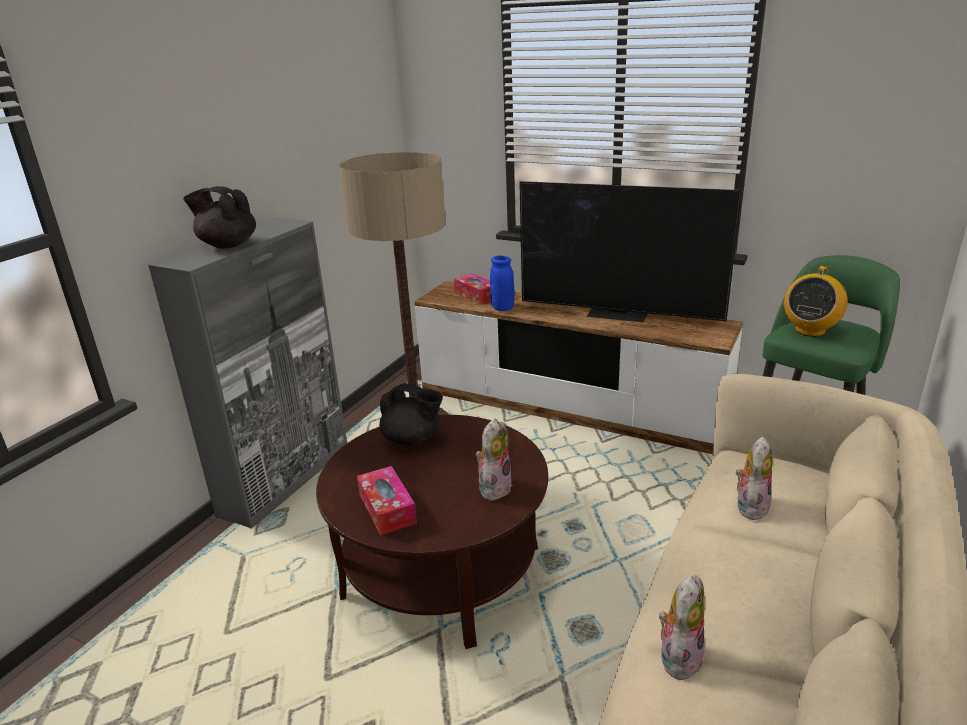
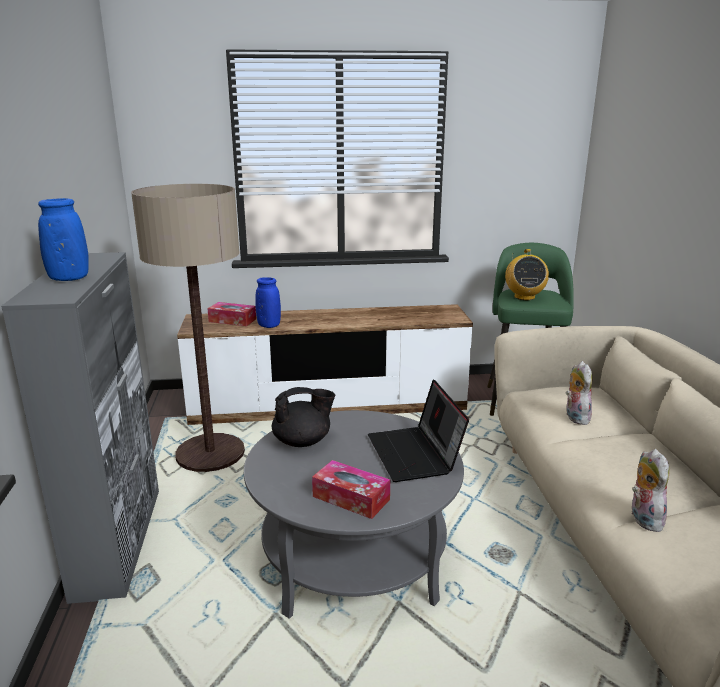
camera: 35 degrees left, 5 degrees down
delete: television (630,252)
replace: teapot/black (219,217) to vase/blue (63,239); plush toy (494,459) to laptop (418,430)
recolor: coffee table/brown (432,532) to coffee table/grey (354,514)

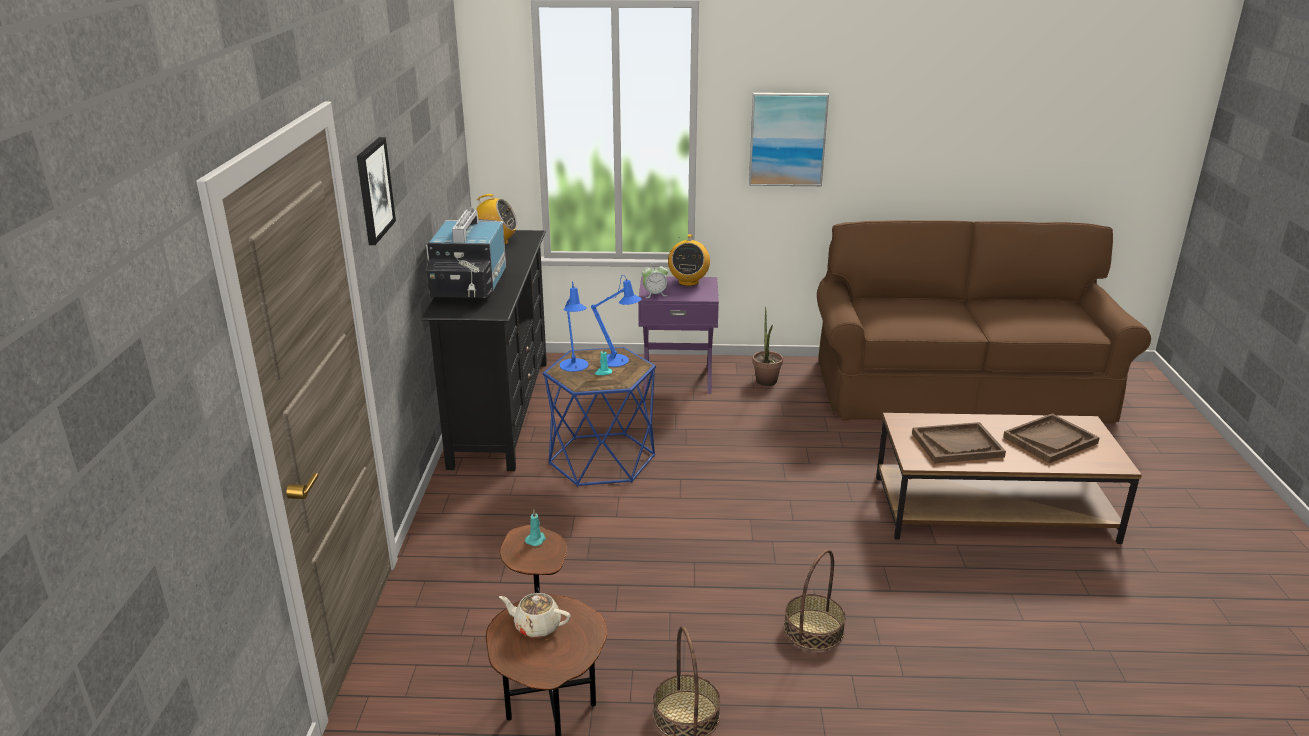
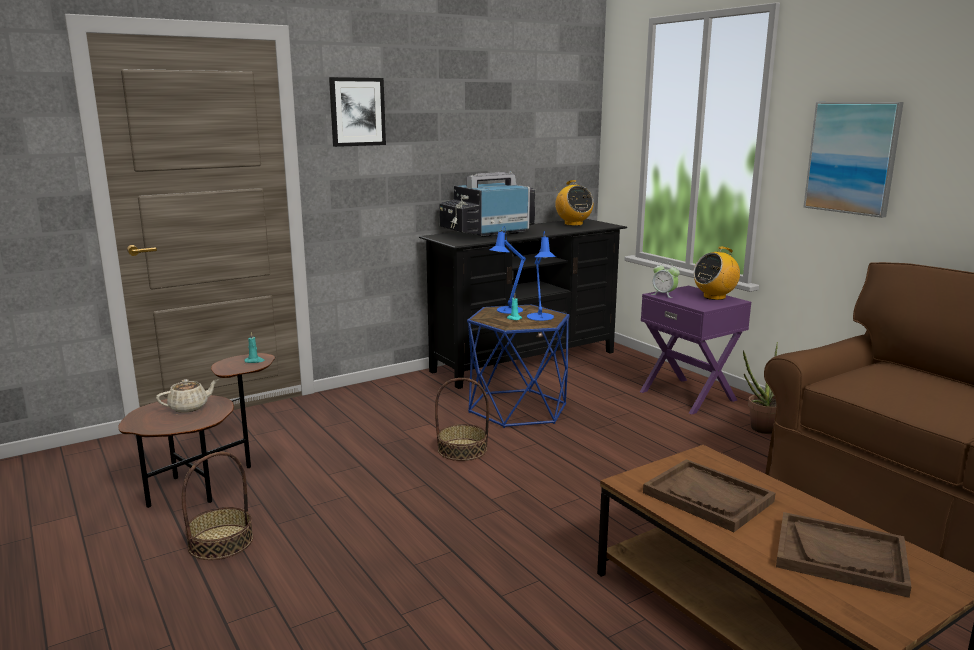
camera: 55 degrees right, 10 degrees down
move: basket (815,600) to (462,419)
rotate: teapot/beige (535,615) = (187,396) 75 degrees clockwise

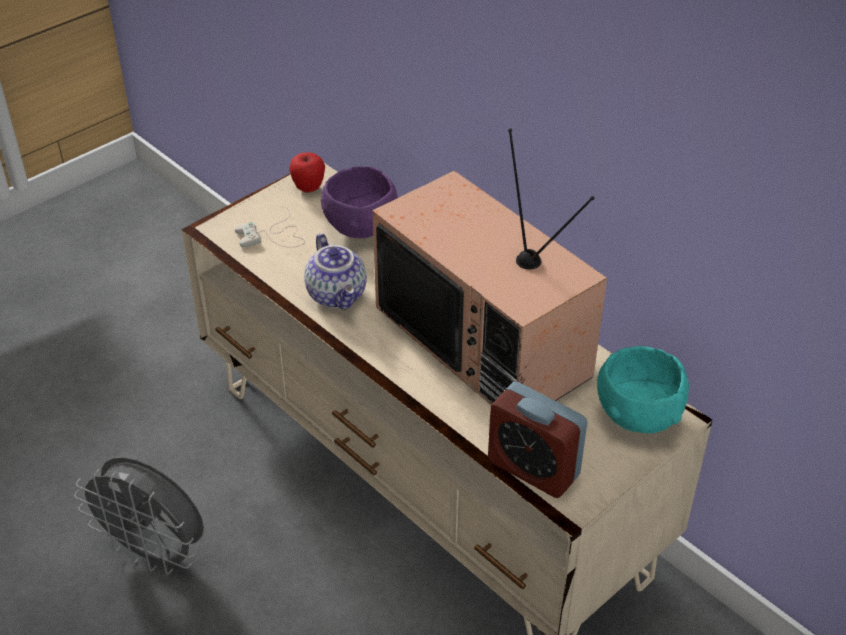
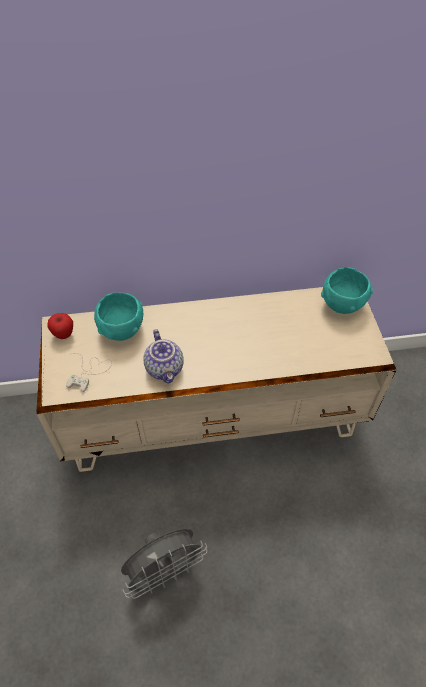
camera: 55 degrees left, 10 degrees up
delete: television (490,266); alarm clock (537,440)
recolor: bowl/purple (359,202) to bowl/turquoise (118,317)
rotate: teapot (335,271) = (163,356) 60 degrees clockwise

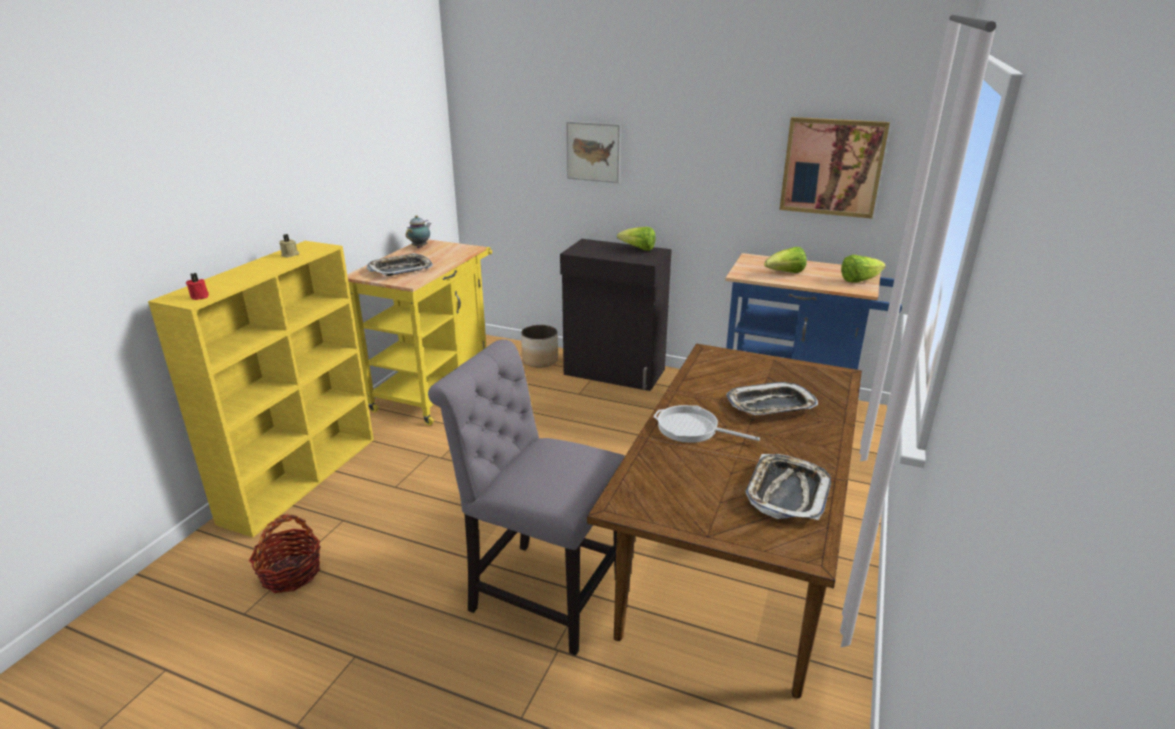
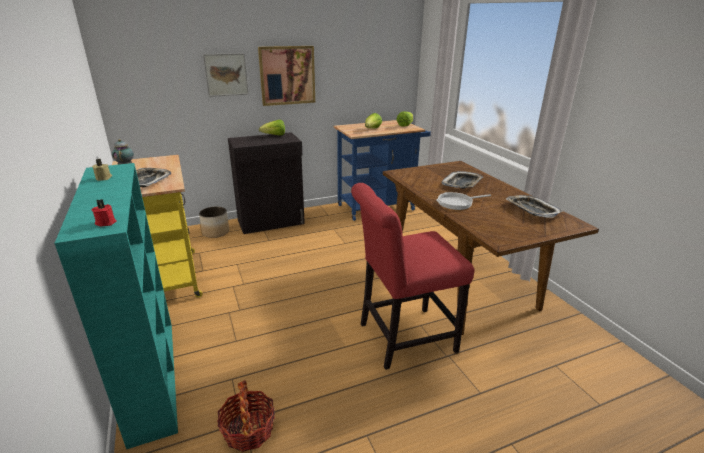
camera: 45 degrees left, 0 degrees up
move: picture (834,168) to (286,76)
recolor: bookcase/yellow (261,389) to bookcase/turquoise (116,306); chair/grey (526,497) to chair/red (413,276)

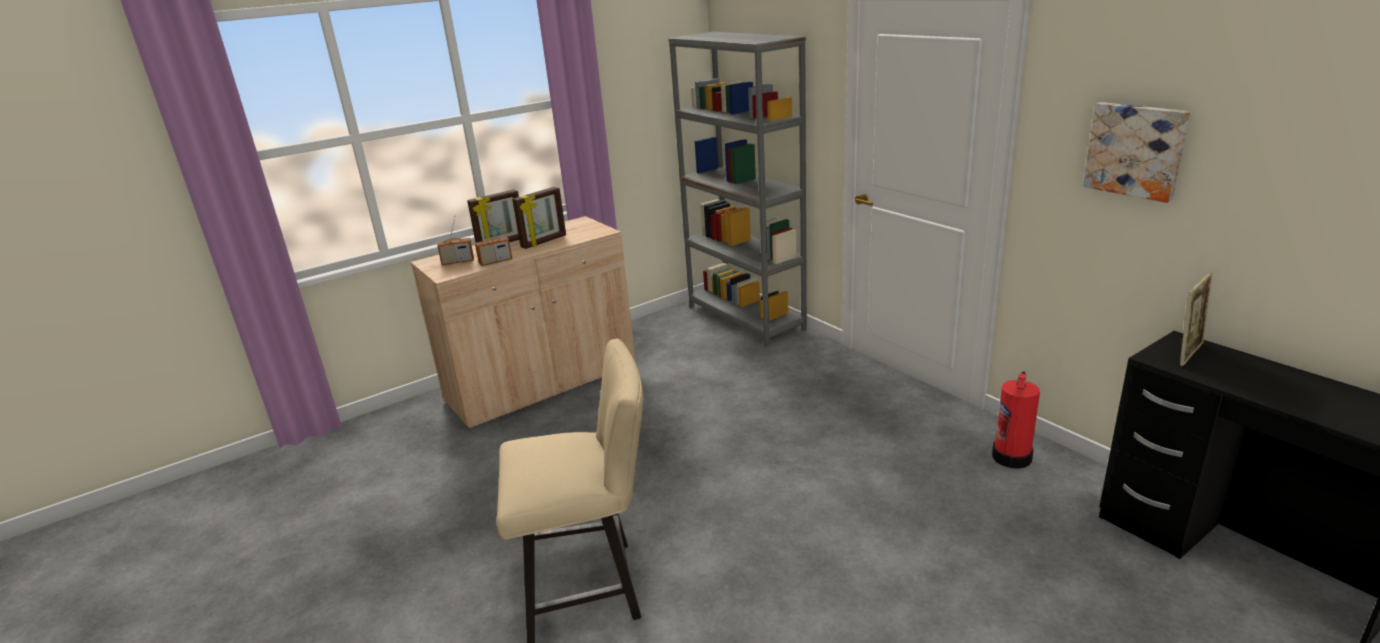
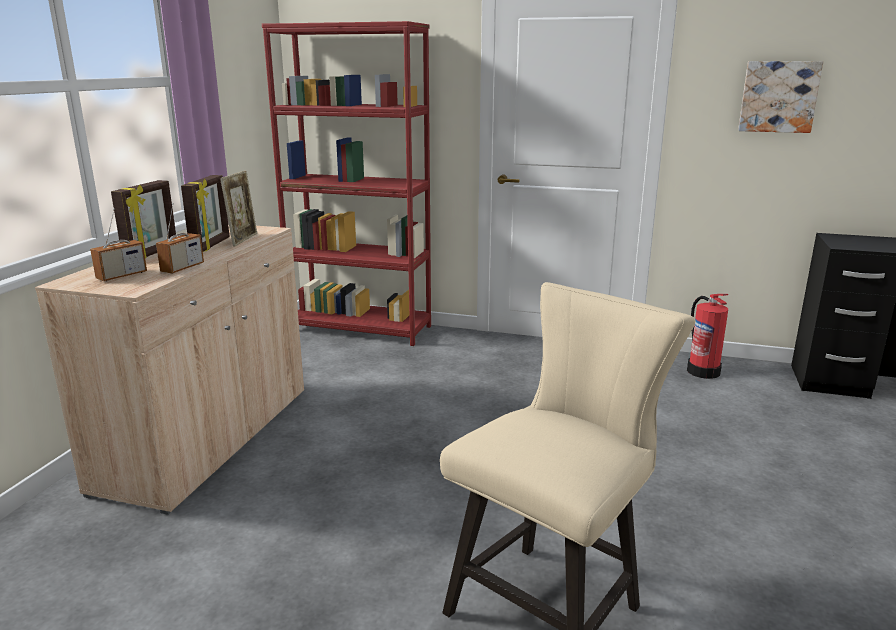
camera: 40 degrees left, 5 degrees down
move: picture frame (1196,319) to (238,209)
recolor: bookcase/grey (737,189) to bookcase/red (346,183)

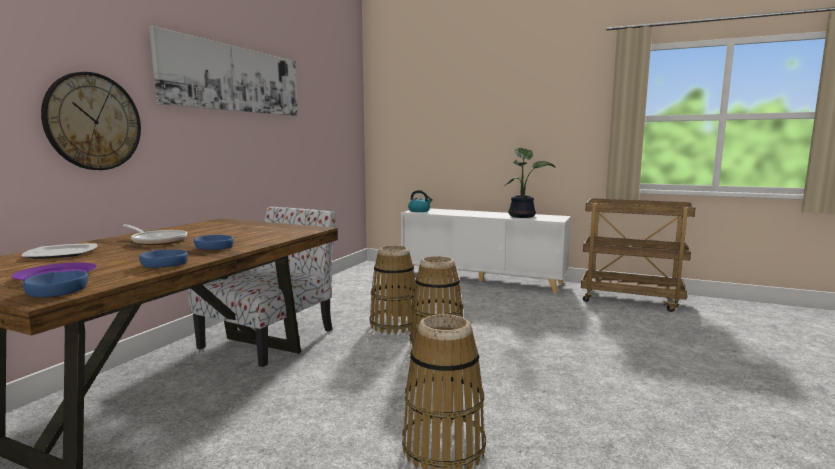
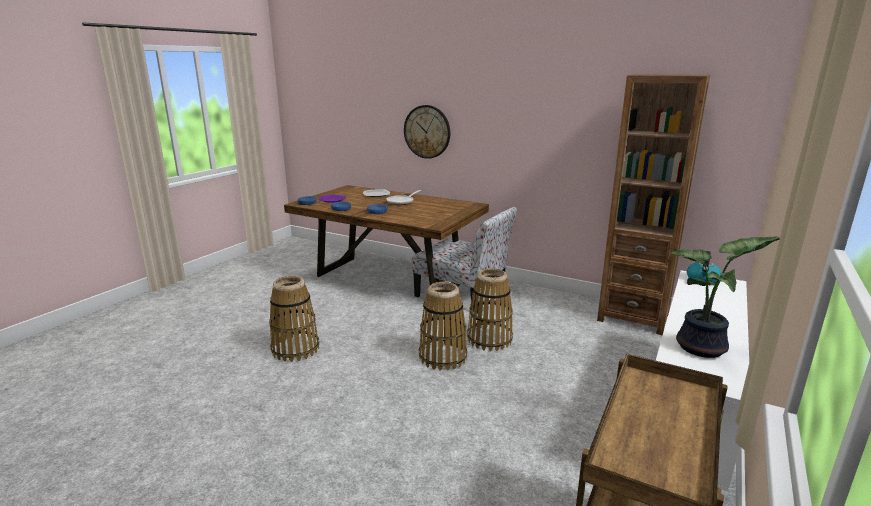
camera: 95 degrees right, 10 degrees up
delete: picture (223,71)
insert: bookcase/brown (653,204)

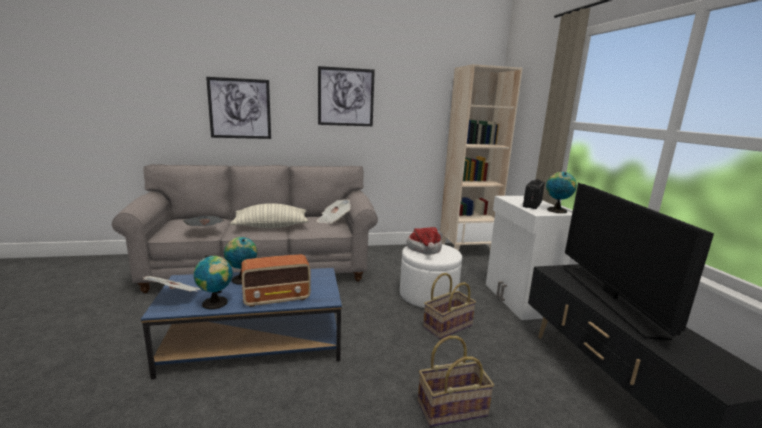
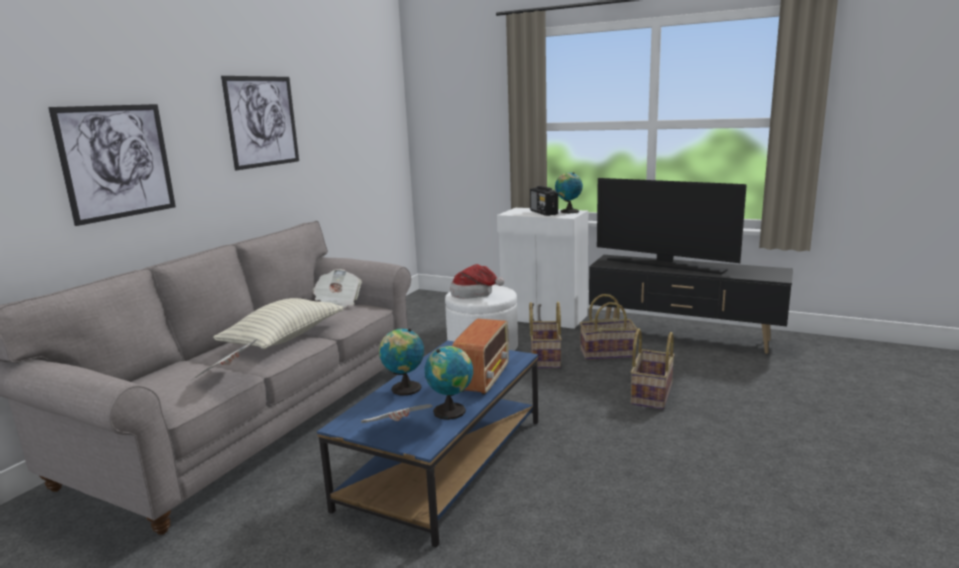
camera: 50 degrees left, 0 degrees up
delete: bookcase/beige (481,157)
insert: basket (609,327)

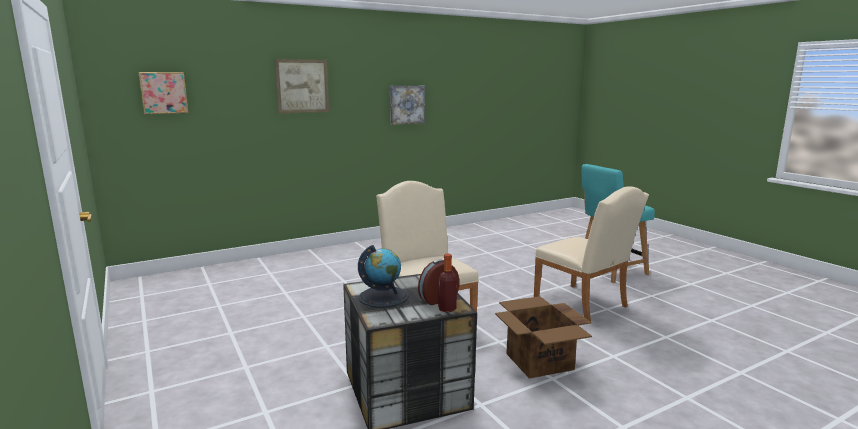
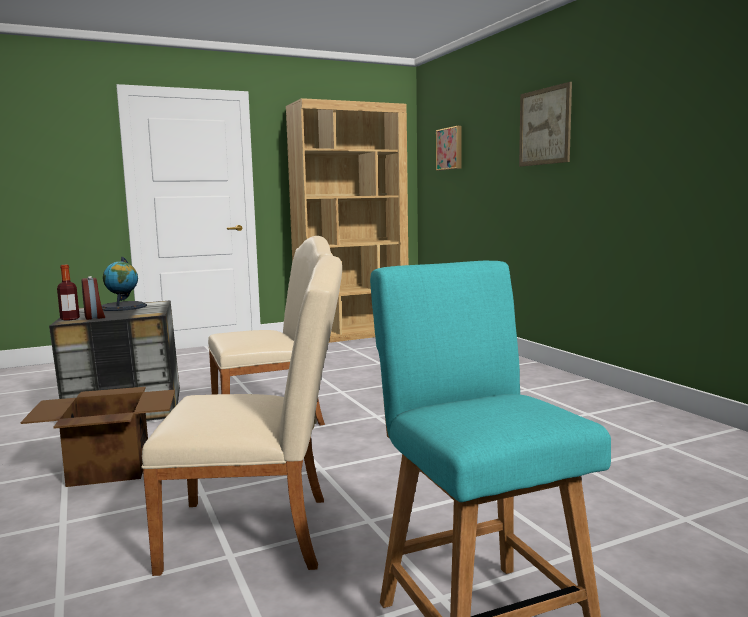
camera: 95 degrees right, 5 degrees down
delete: picture (407,105)
insert: bookcase/brown (347,220)
rotate: chair/beige (591,254) = (241,416) 150 degrees counterclockwise

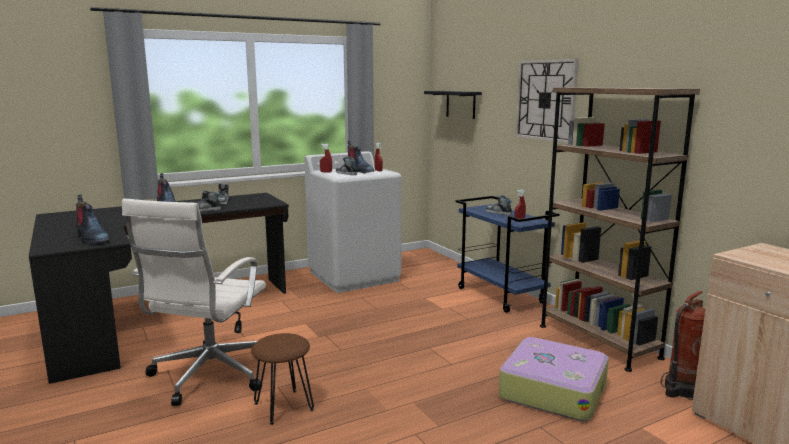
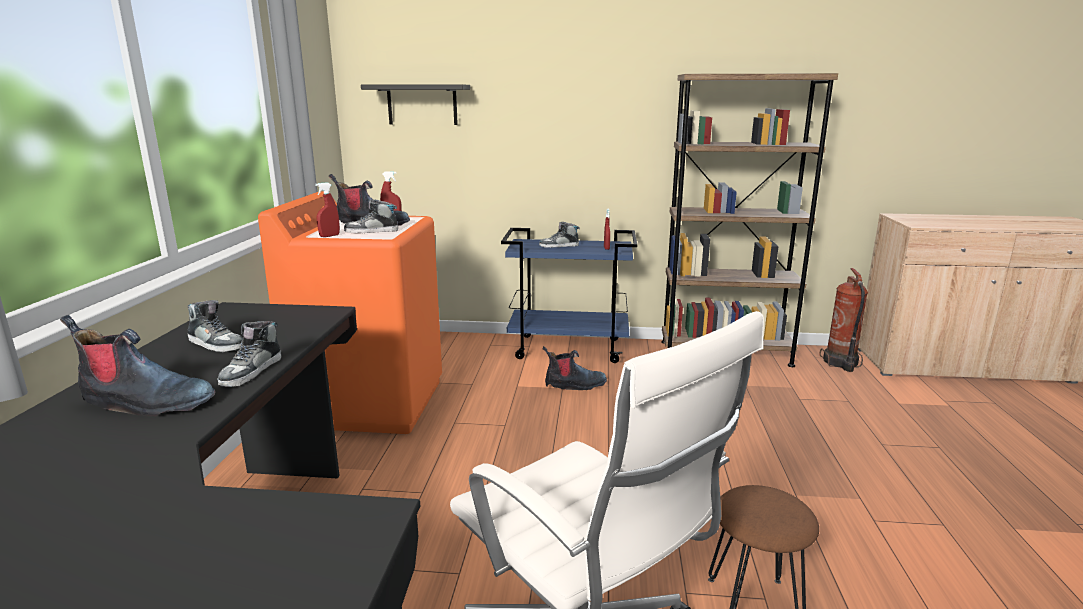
camera: 55 degrees left, 5 degrees up
delete: wall clock (547,100); suitcase (554,379)
move: boot (93,219) to (575,368)
recolor: washing machine/white (353,222) to washing machine/orange (350,313)

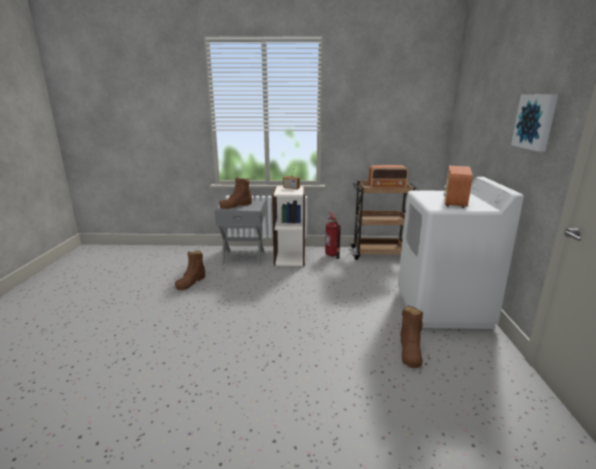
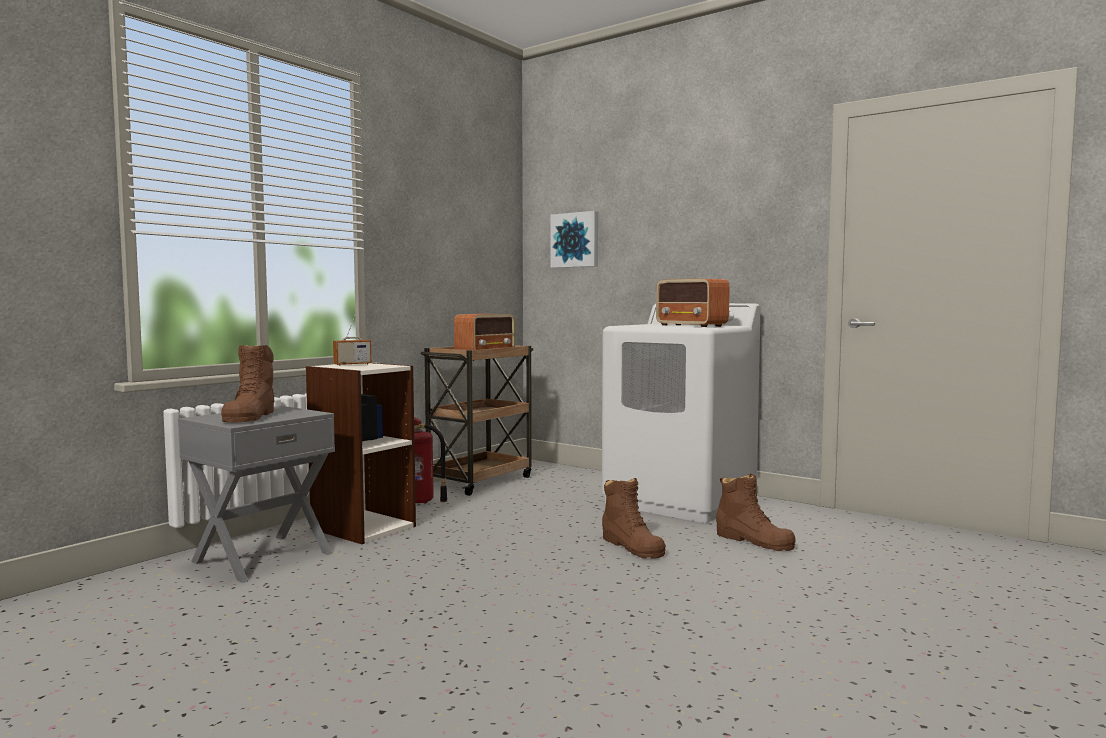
camera: 55 degrees left, 15 degrees down
move: picture (534,123) to (574,239); boot/brown (190,270) to (634,518)

